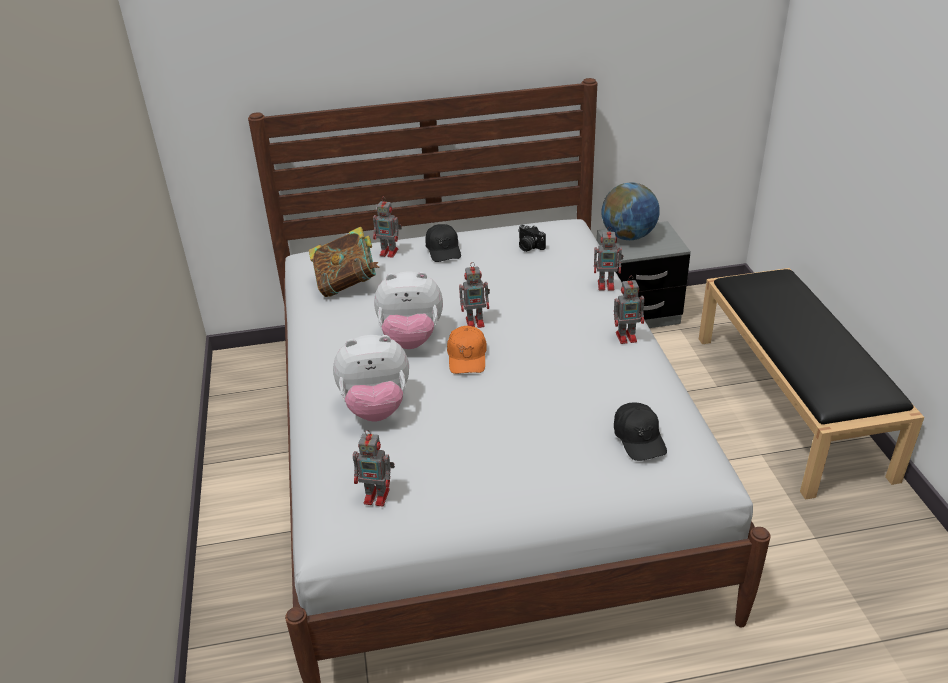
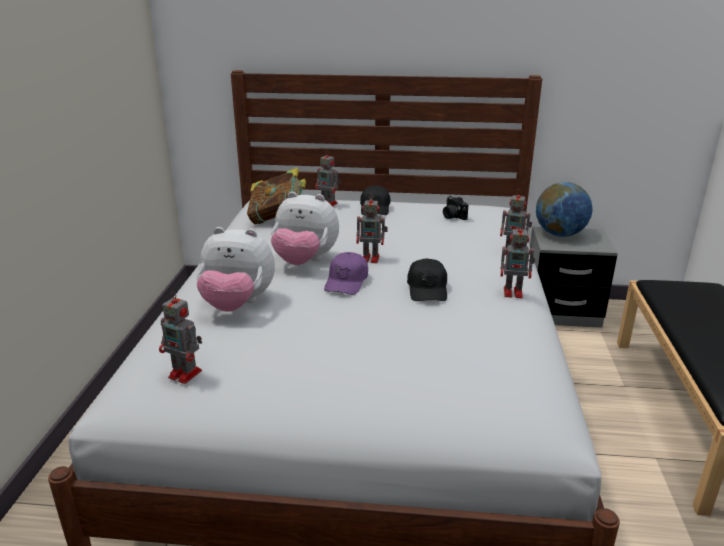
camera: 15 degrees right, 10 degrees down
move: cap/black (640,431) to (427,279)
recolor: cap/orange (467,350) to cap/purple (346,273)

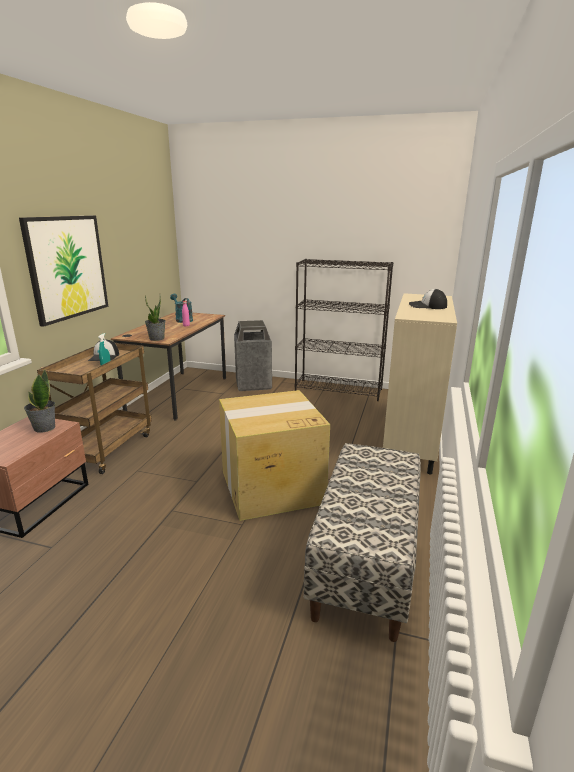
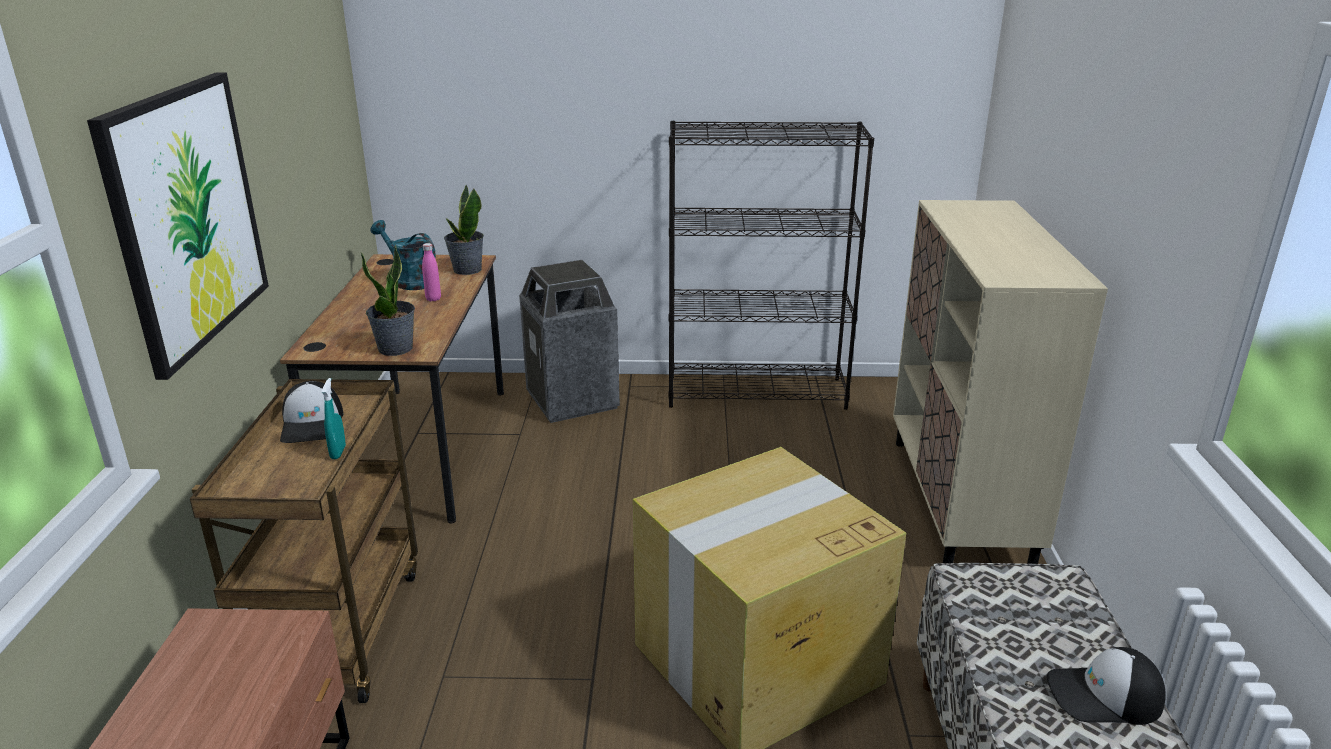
camera: 15 degrees left, 5 degrees up
move: cap (428,299) to (1106,686); potted plant (40,401) to (464,230)

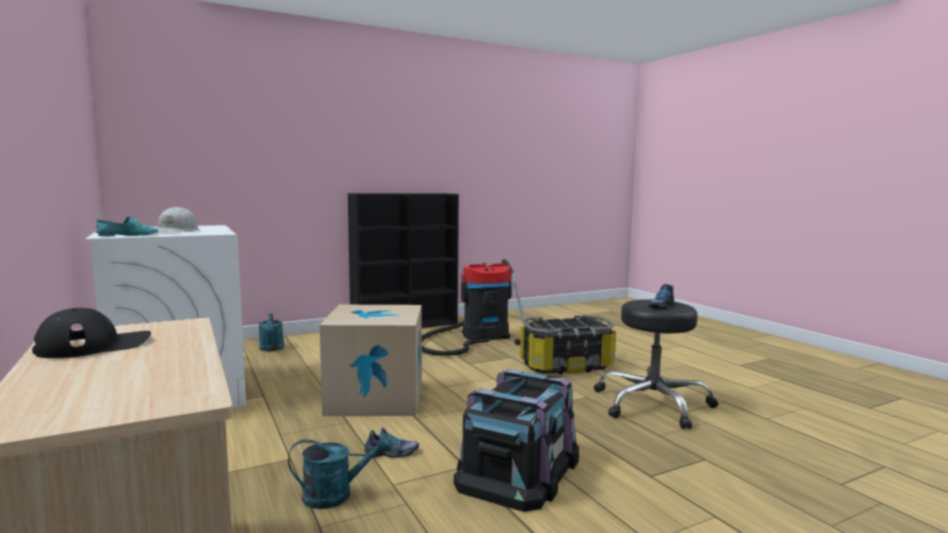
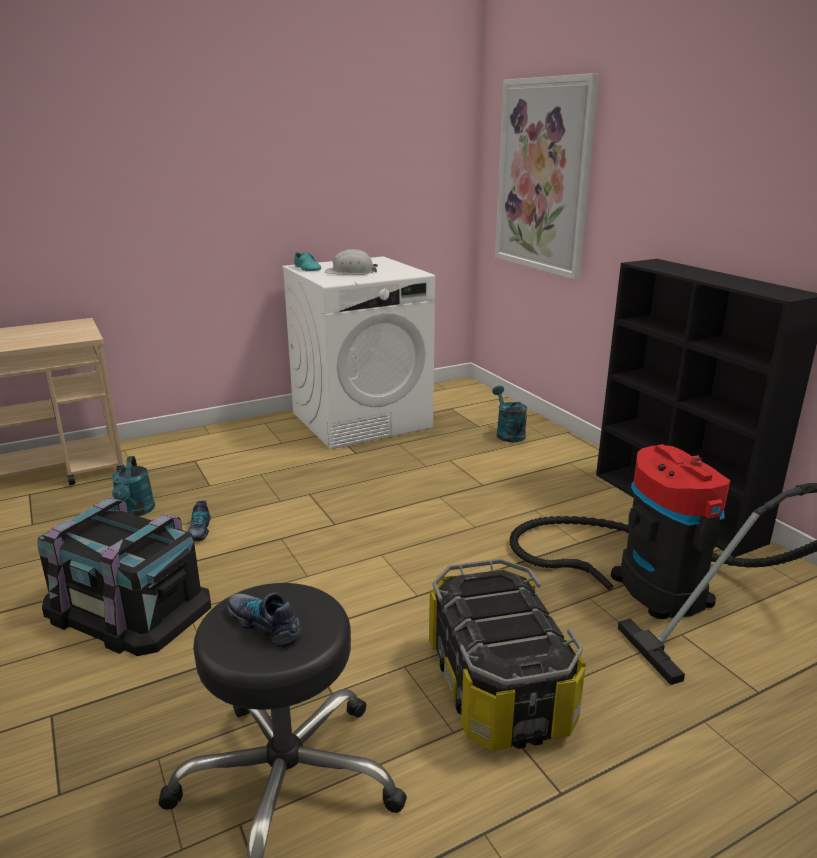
camera: 90 degrees right, 15 degrees up
delete: cardboard box (371,360); cap/black (91,333)
insert: picture (547,176)
rotate: watering can/turquoise (271,332) = (509,414) 90 degrees clockwise

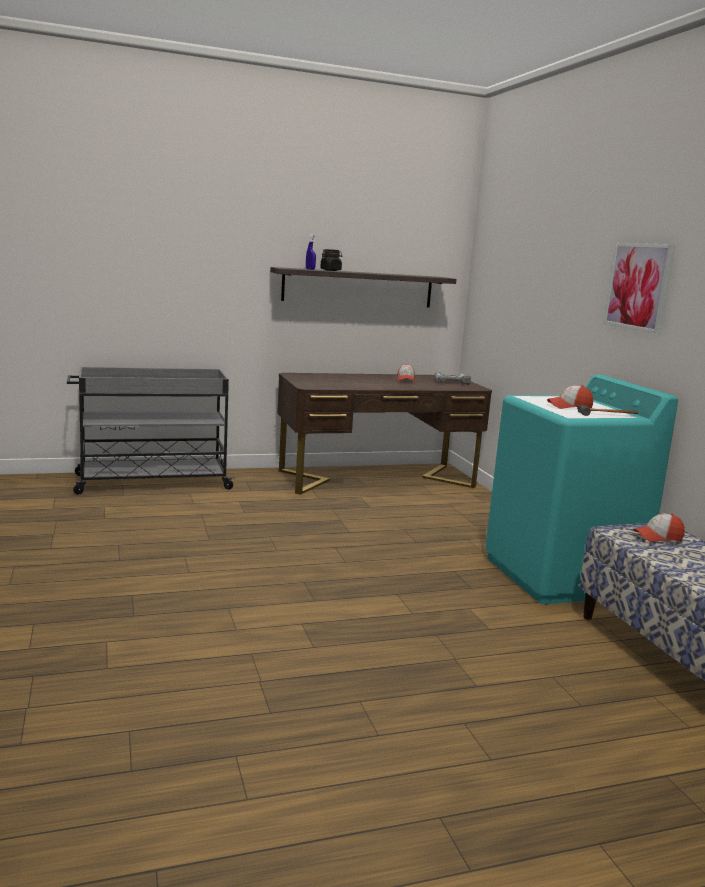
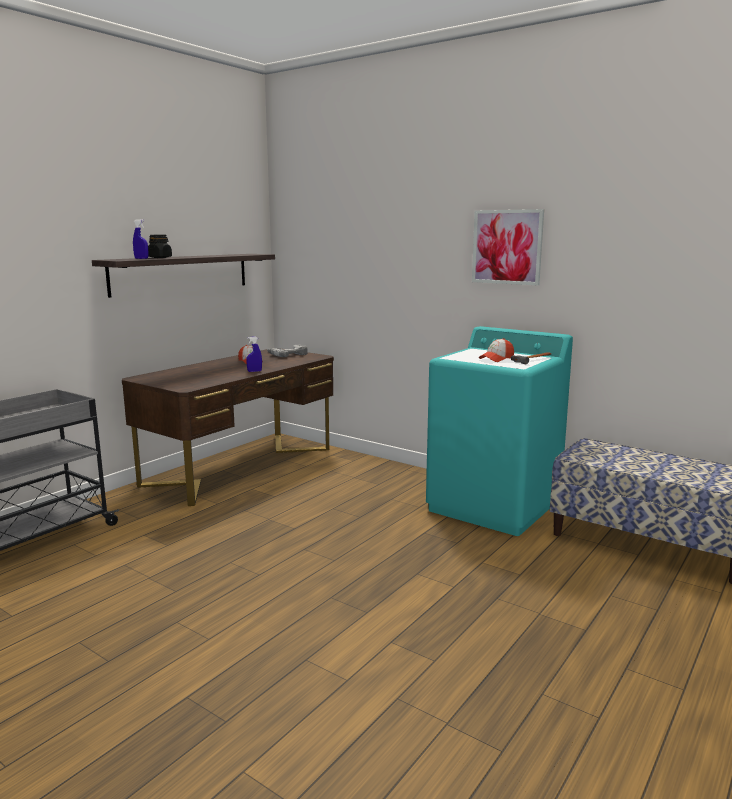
camera: 35 degrees left, 0 degrees up
delete: cap (659,527)
insert: spray bottle/blue (254,354)

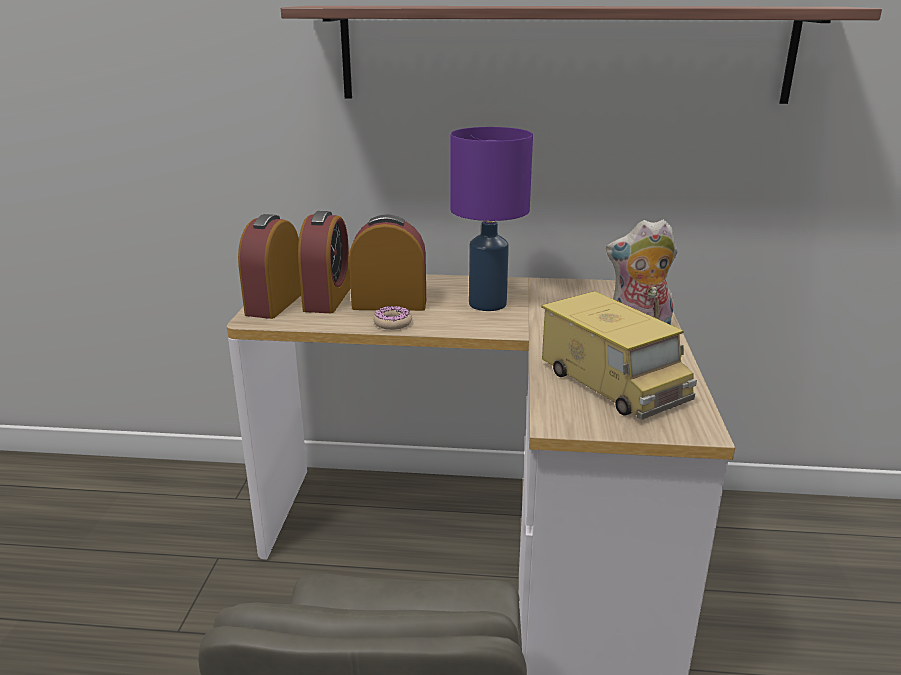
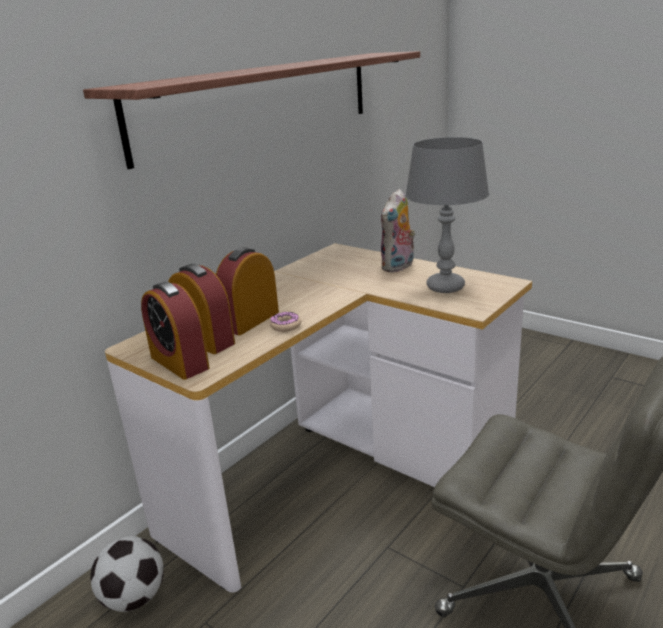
camera: 55 degrees left, 0 degrees up
delete: table lamp/purple (491,219)
insert: football (127,574)
replace: toy truck (619,355) to table lamp/grey (447,215)

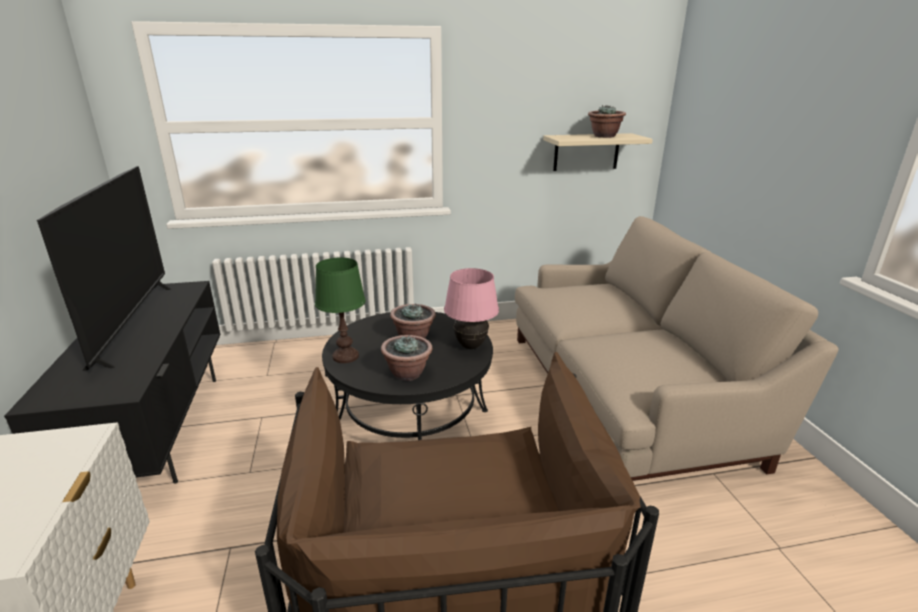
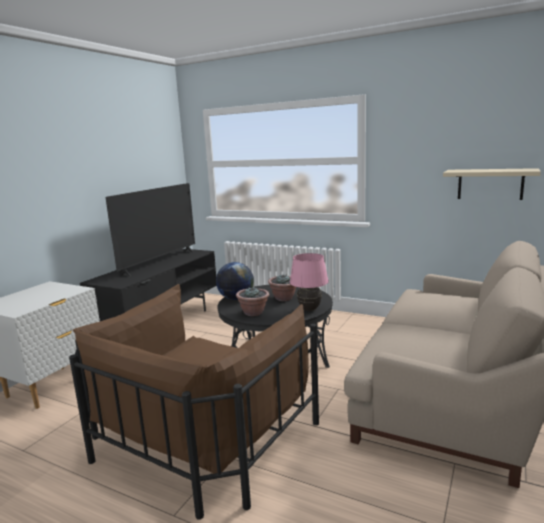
camera: 40 degrees right, 10 degrees down
delete: potted plant (607,121)
replace: table lamp/green (340,310) to globe (235,281)

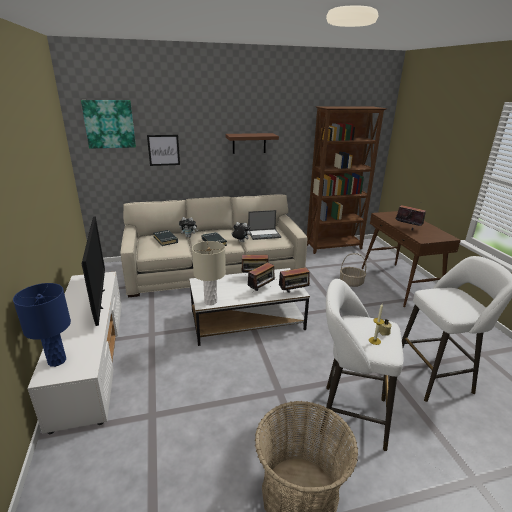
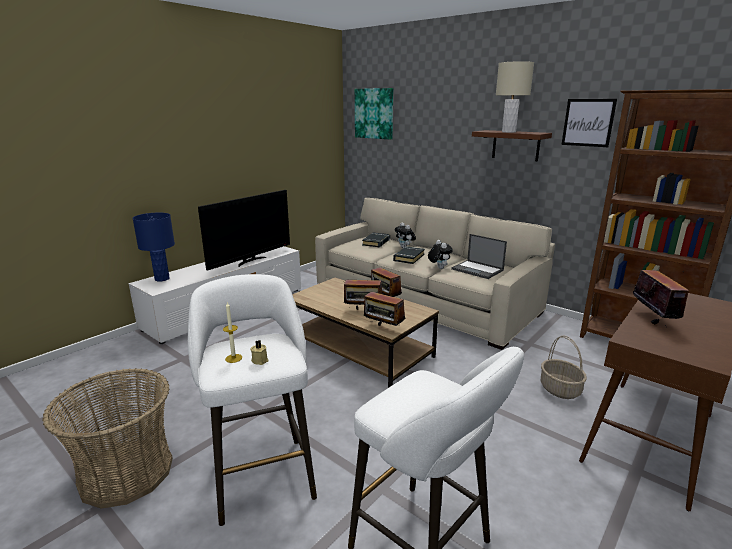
camera: 55 degrees right, 5 degrees down
move: picture (163,150) to (589,123); table lamp/beige (209,273) to (515,96)
recolor: coffee table/white (249,307) to coffee table/brown (365,333)

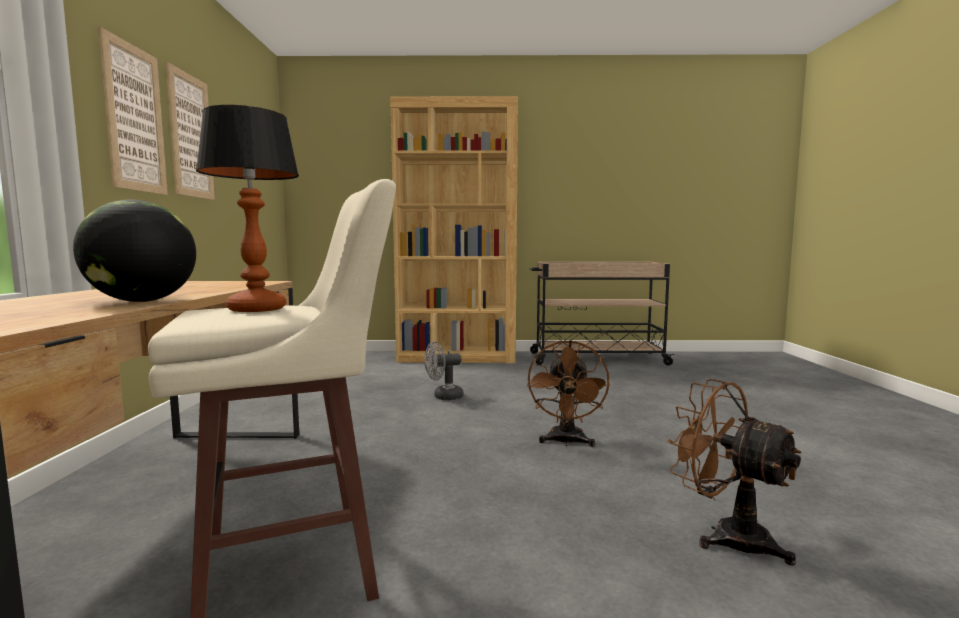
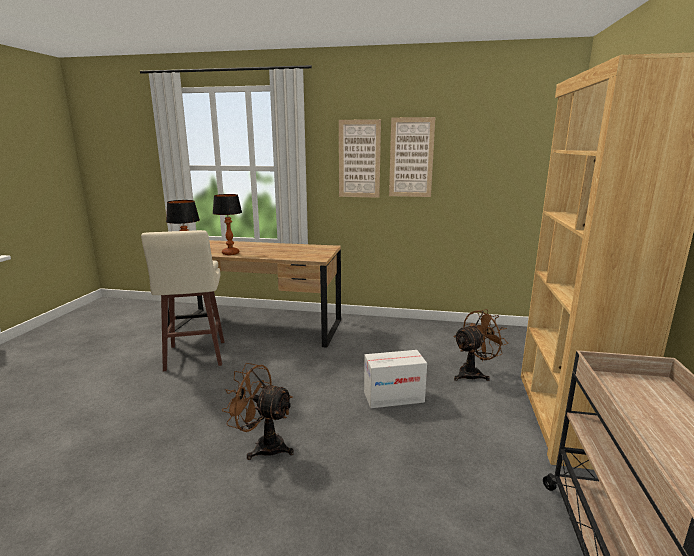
camera: 100 degrees right, 10 degrees up
move: fan/brown (734,472) to (480,345)
replace: globe (134,250) to table lamp (227,224); fan/grey (444,371) to cardboard box (395,379)

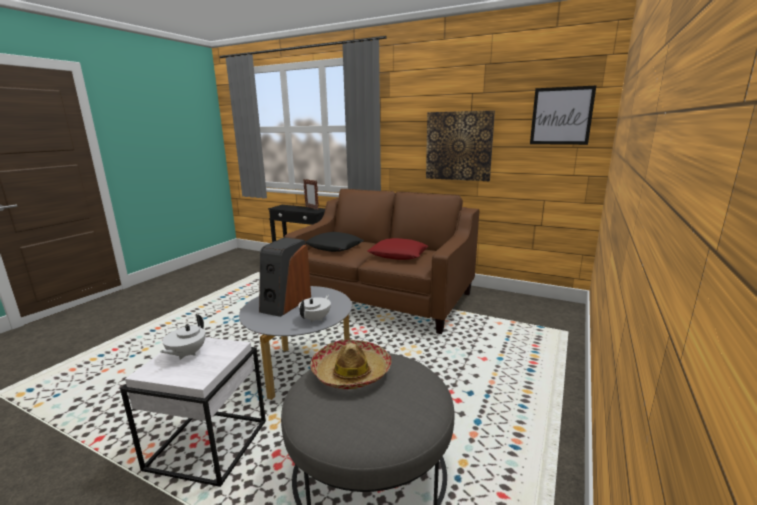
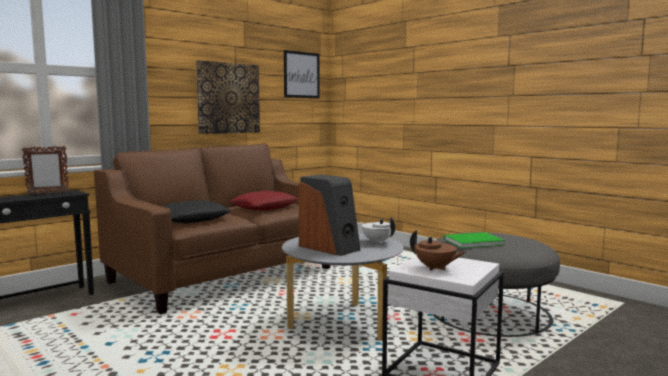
camera: 70 degrees left, 10 degrees down
replace: hat (351,364) to book/green (474,240)
recolor: teapot/white (183,337) to teapot/brown (438,250)

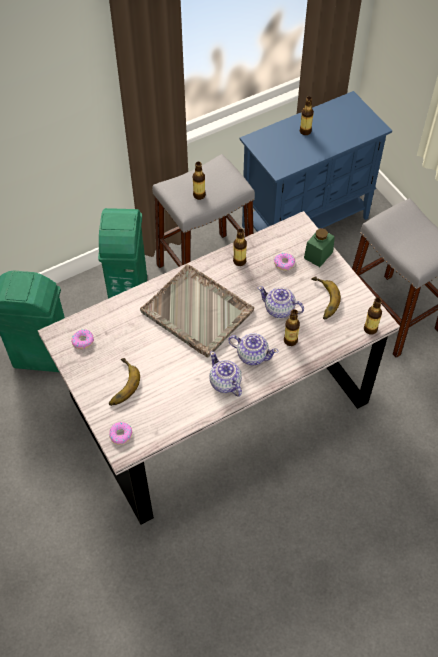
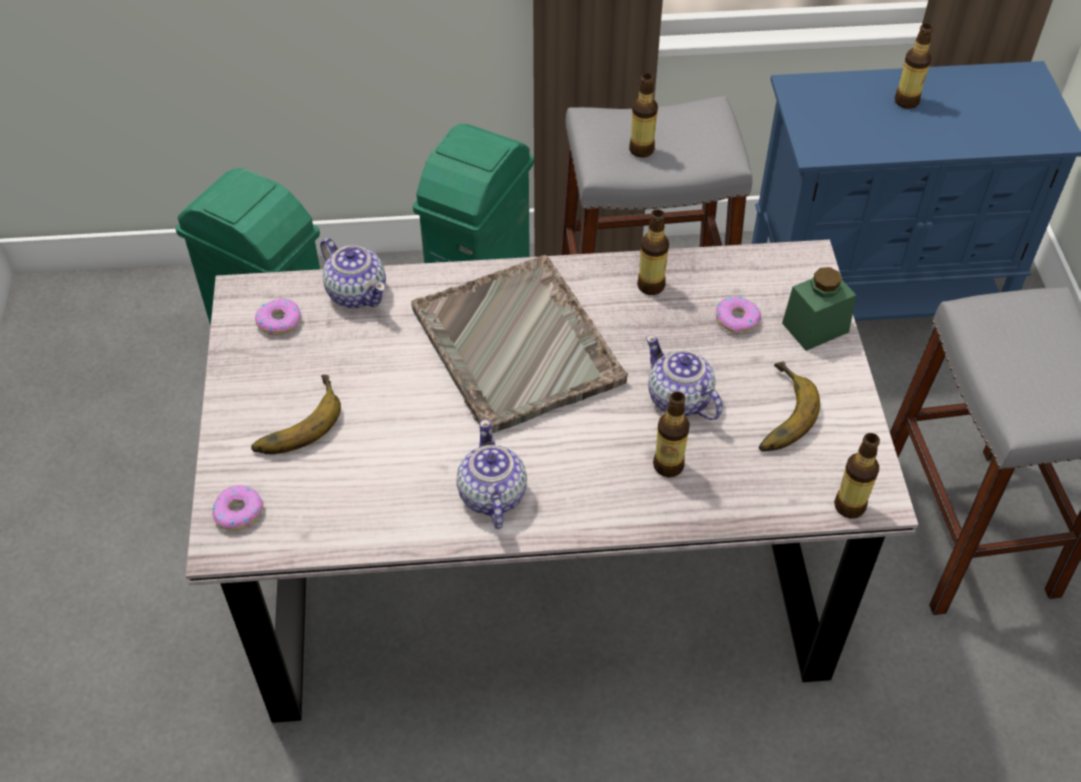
camera: 25 degrees right, 5 degrees down
move: teapot (253,349) to (353,273)

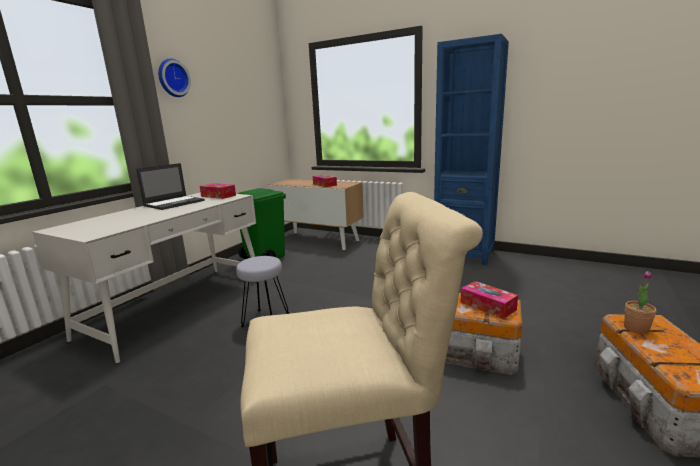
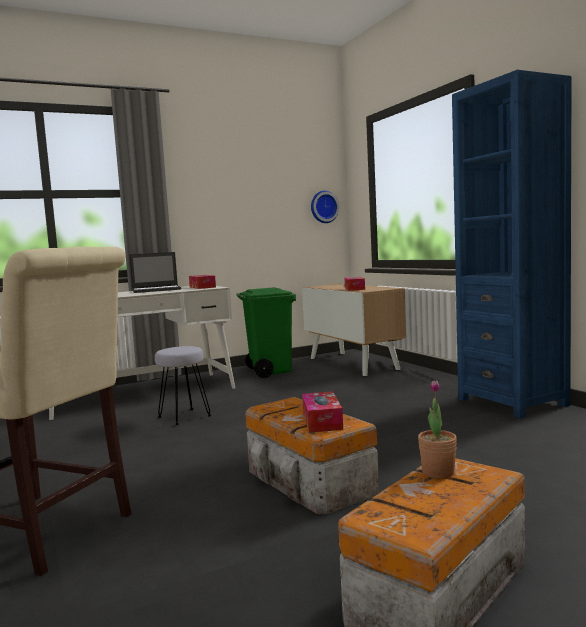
camera: 35 degrees right, 10 degrees down
move: wall clock (174,78) to (325,207)

